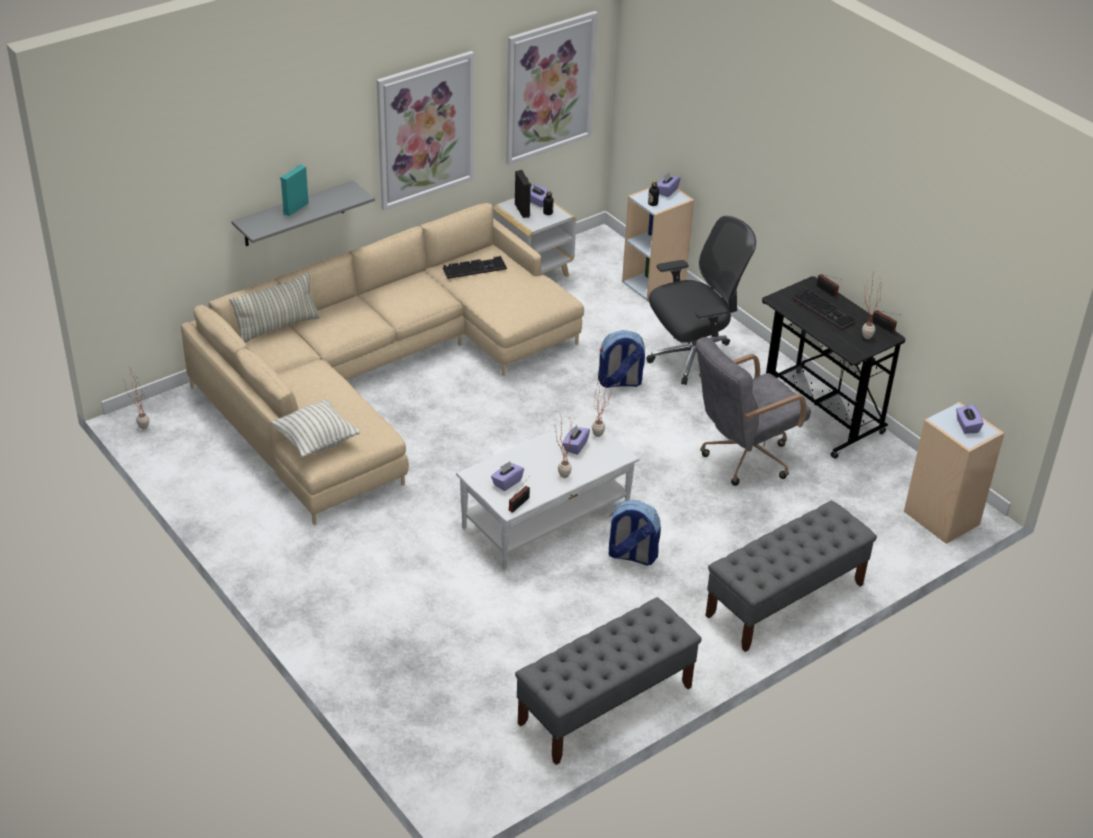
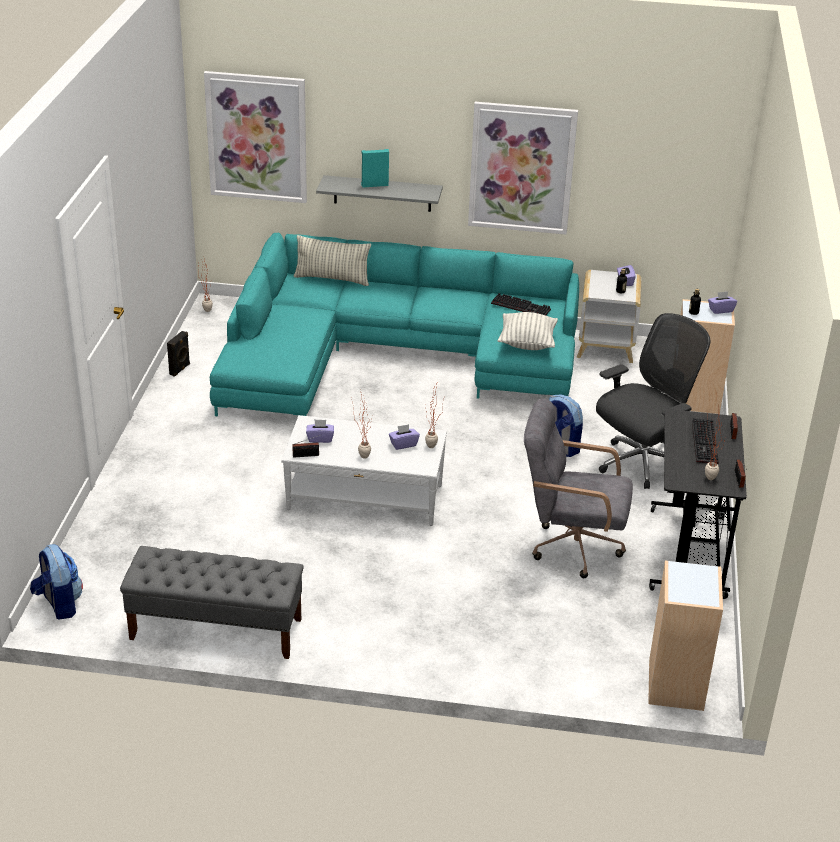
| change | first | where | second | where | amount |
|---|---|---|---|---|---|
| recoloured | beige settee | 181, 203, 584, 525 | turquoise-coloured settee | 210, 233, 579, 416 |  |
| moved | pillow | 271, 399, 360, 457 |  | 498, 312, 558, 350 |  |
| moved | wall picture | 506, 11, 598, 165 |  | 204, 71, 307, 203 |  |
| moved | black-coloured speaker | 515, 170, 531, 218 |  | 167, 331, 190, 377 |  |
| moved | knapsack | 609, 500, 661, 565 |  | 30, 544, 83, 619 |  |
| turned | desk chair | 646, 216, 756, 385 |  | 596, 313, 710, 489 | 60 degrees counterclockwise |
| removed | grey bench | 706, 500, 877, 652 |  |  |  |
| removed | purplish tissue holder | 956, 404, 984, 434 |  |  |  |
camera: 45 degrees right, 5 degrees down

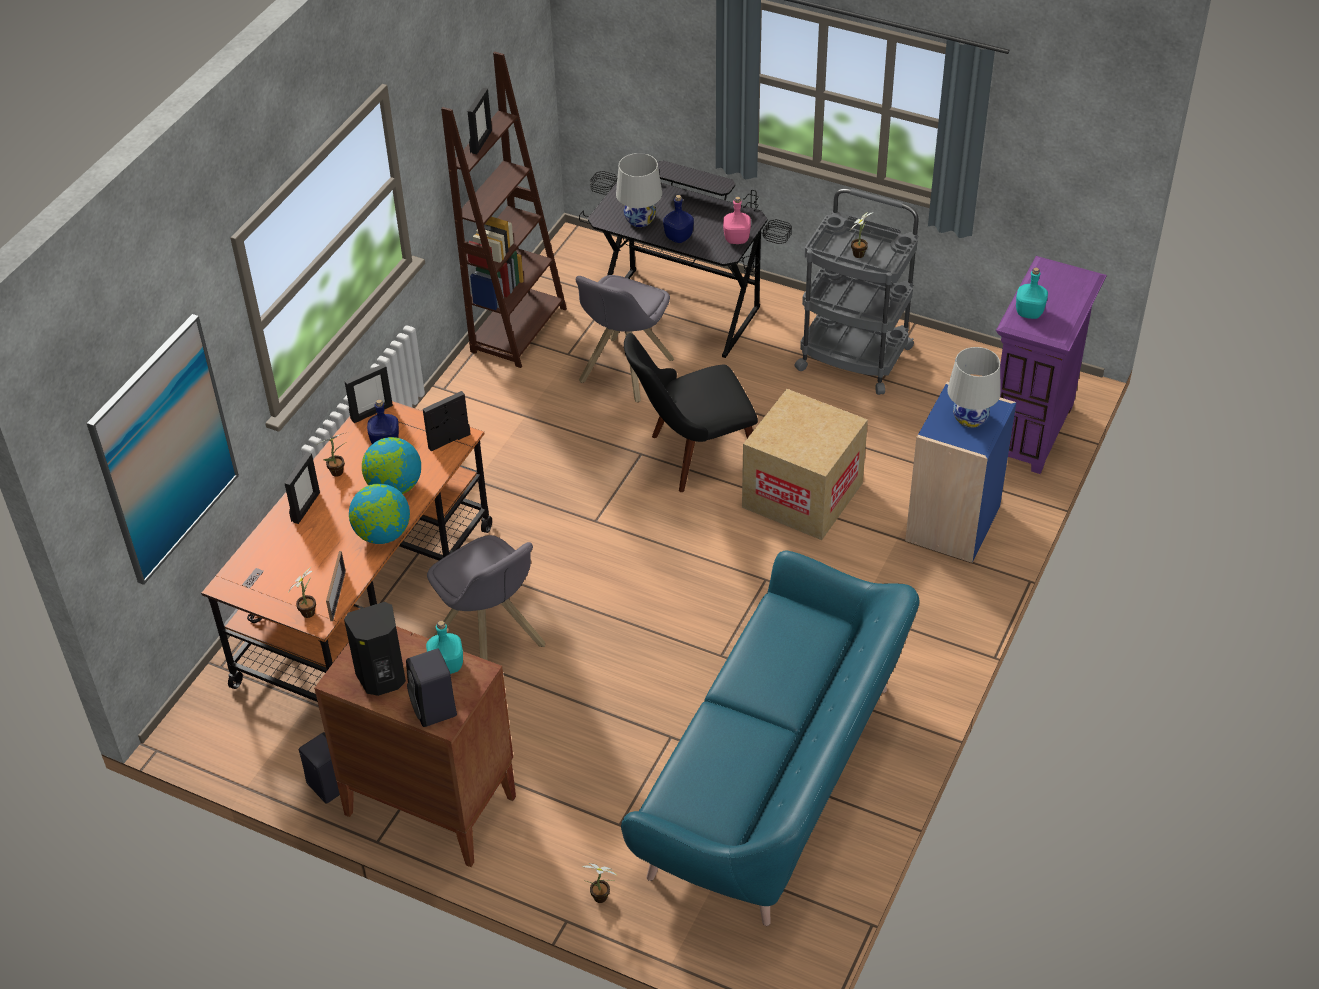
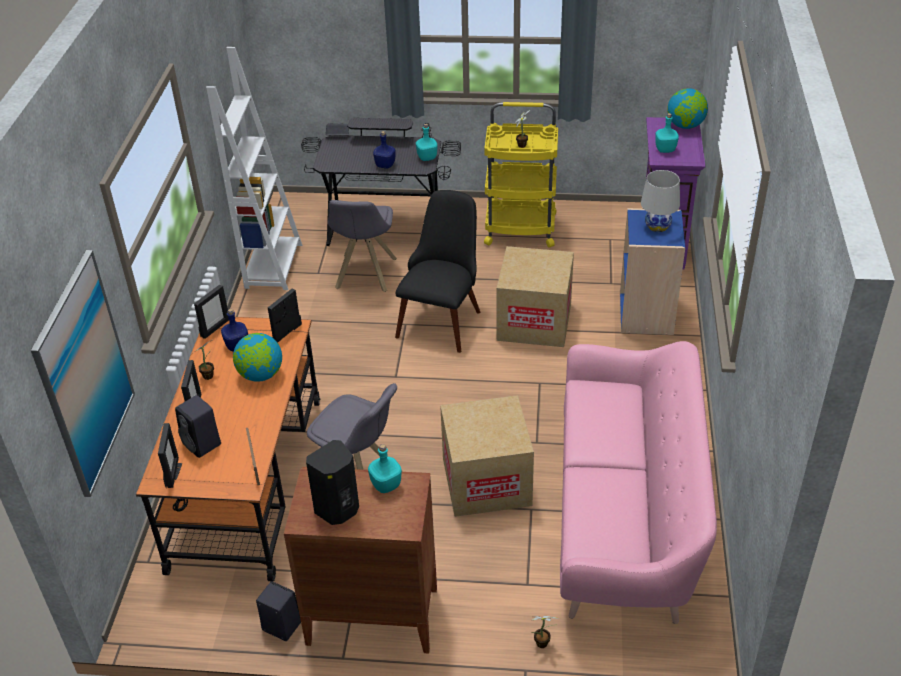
| change | first | where | second | where | amount |
|---|---|---|---|---|---|
| removed | houseplant | 287, 567, 316, 618 |  |  |  |
| moved | globe | 349, 483, 410, 544 |  | 667, 88, 708, 129 |  |
| moved | black-coloured speaker | 406, 649, 457, 727 |  | 175, 395, 221, 458 |  |
| recoloured | brown bookcase | 441, 52, 567, 368 | whitish bookcase | 206, 47, 302, 290 |  |
| moved | standing frame | 467, 88, 492, 154 |  | 158, 423, 179, 488 |  |
| removed | whitish tabletop lamp | 616, 153, 662, 227 |  |  |  |
| recoloured | turquoise-coloured settee | 621, 551, 920, 926 | pinkish settee | 560, 341, 717, 624 |  |
| turned | black-coloured upright chair | 624, 333, 758, 492 |  | 395, 190, 480, 353 | 150 degrees clockwise |
| recoloured | pinkish drink bottle | 723, 196, 751, 244 | turquoise-coloured drink bottle | 416, 124, 438, 161 |  |
| recoloured | grey wheeled cart | 795, 189, 918, 395 | yellow wheeled cart | 484, 102, 558, 248 |  |
| added |  |  | carton | 440, 395, 534, 517 |  |
camera: 20 degrees left, 5 degrees down

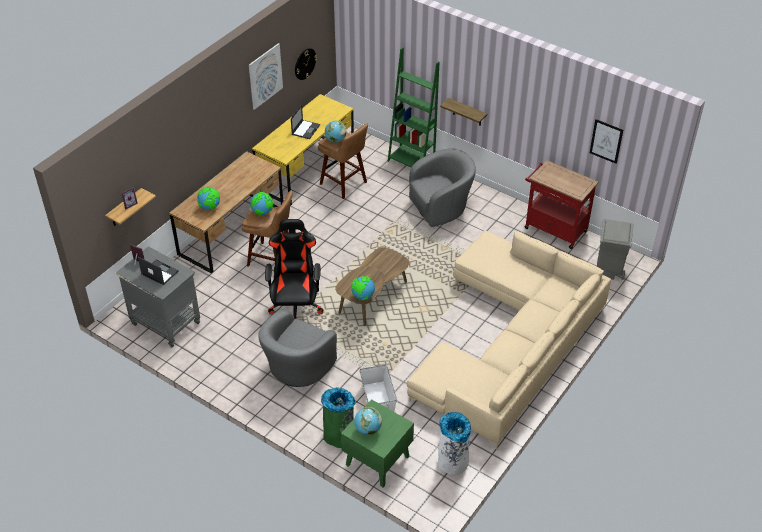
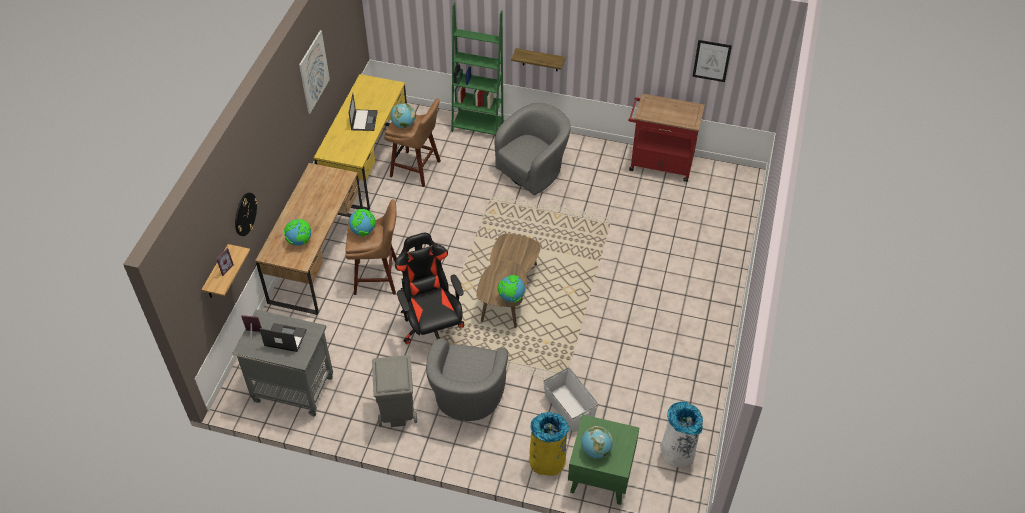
| change | first | where | second | where | amount |
|---|---|---|---|---|---|
| moved | hanging clock | 295, 48, 317, 80 |  | 235, 193, 258, 236 |  |
| recoloured | greenish rubbish bin | 321, 387, 355, 448 | yellow rubbish bin | 529, 412, 570, 476 |  |
| removed | beige settee | 407, 231, 611, 449 |  |  |  |
| moved | grey rubbish bin | 596, 219, 634, 280 |  | 372, 355, 417, 427 |  |
camera: 20 degrees left, 5 degrees up

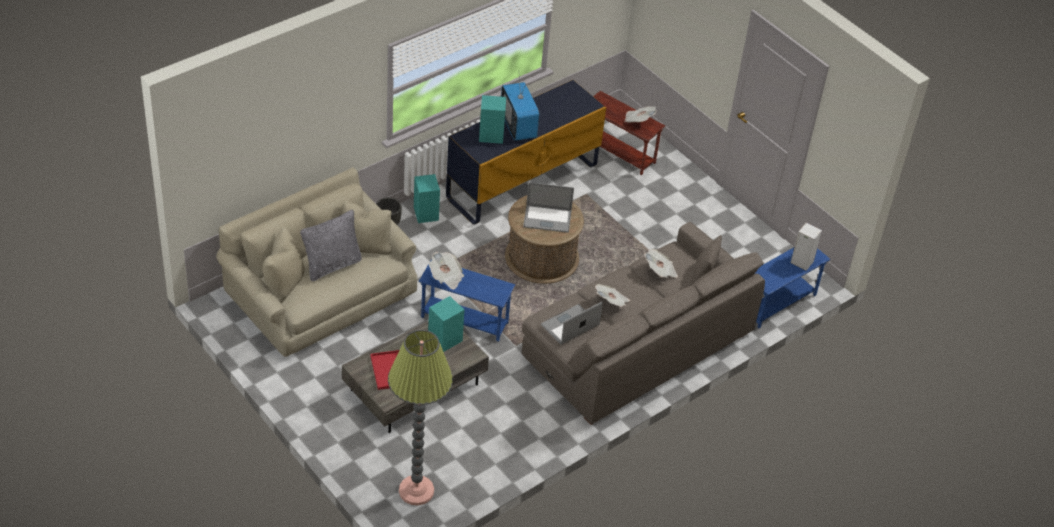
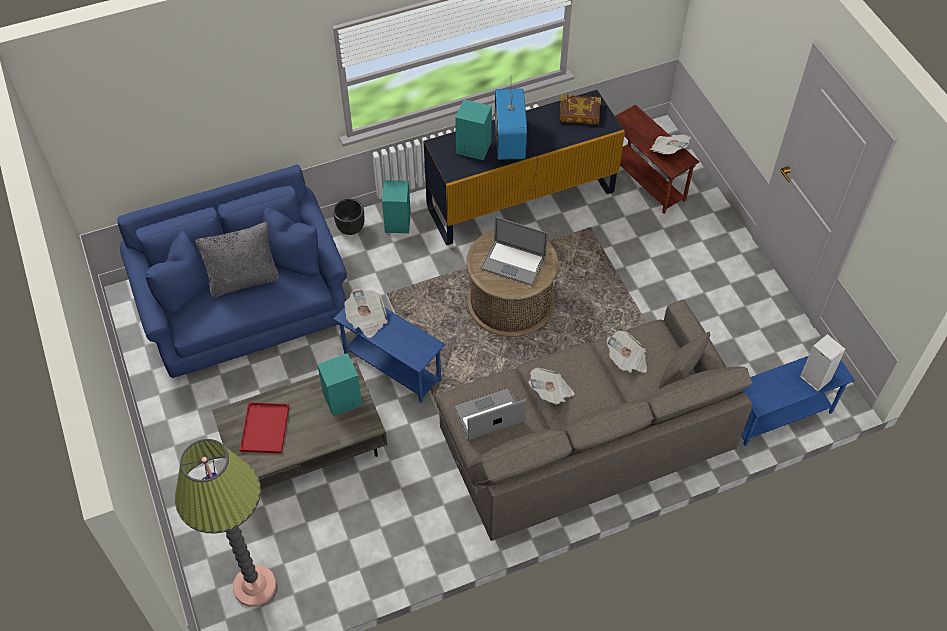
| change | first | where | second | where | amount |
|---|---|---|---|---|---|
| recoloured | beige settee | 216, 167, 417, 357 | bluish settee | 117, 164, 347, 378 |  |
| added |  |  | volume | 559, 95, 601, 125 |  |
camera: 20 degrees right, 10 degrees up

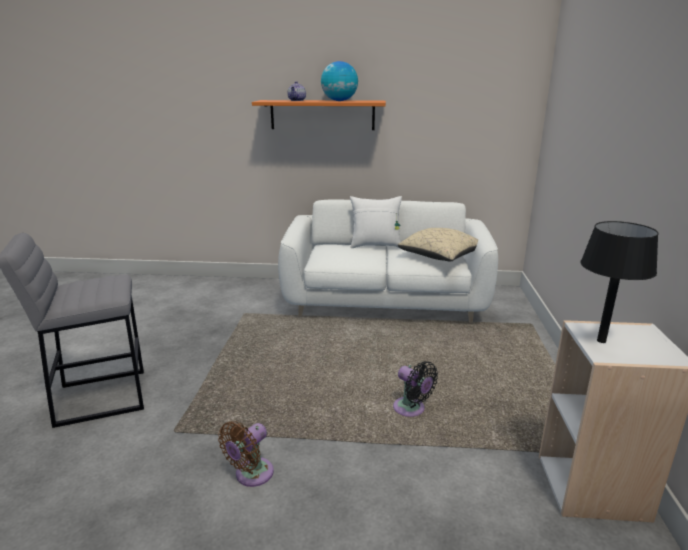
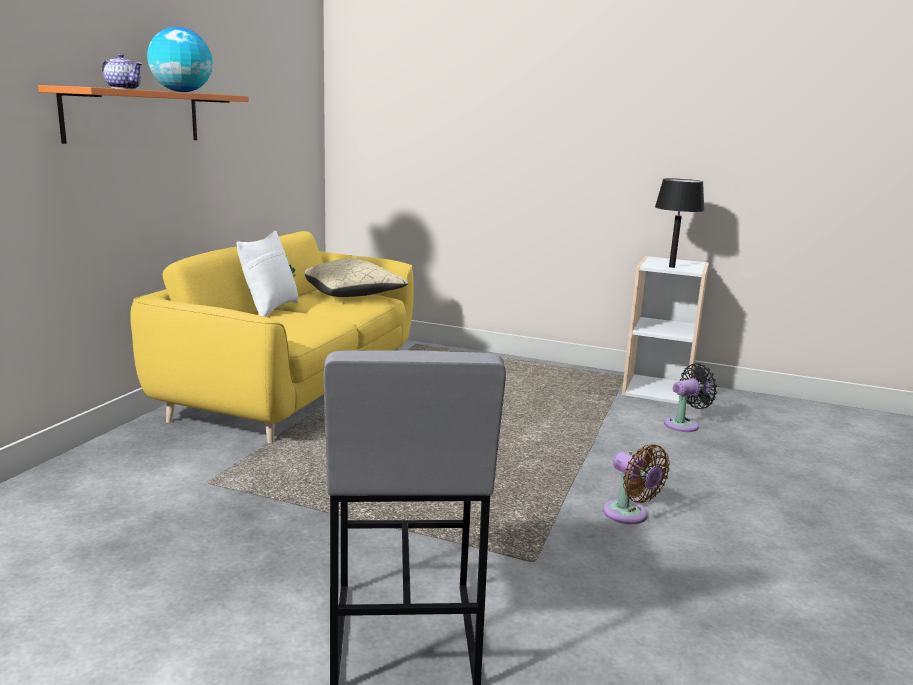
| change | first | where | second | where | amount |
|---|---|---|---|---|---|
| recoloured | whitish settee | 278, 200, 498, 323 | yellow settee | 130, 231, 414, 443 |  |
| moved | black-coloured electric fan | 393, 361, 438, 417 |  | 664, 363, 717, 432 |  |
camera: 75 degrees left, 5 degrees down

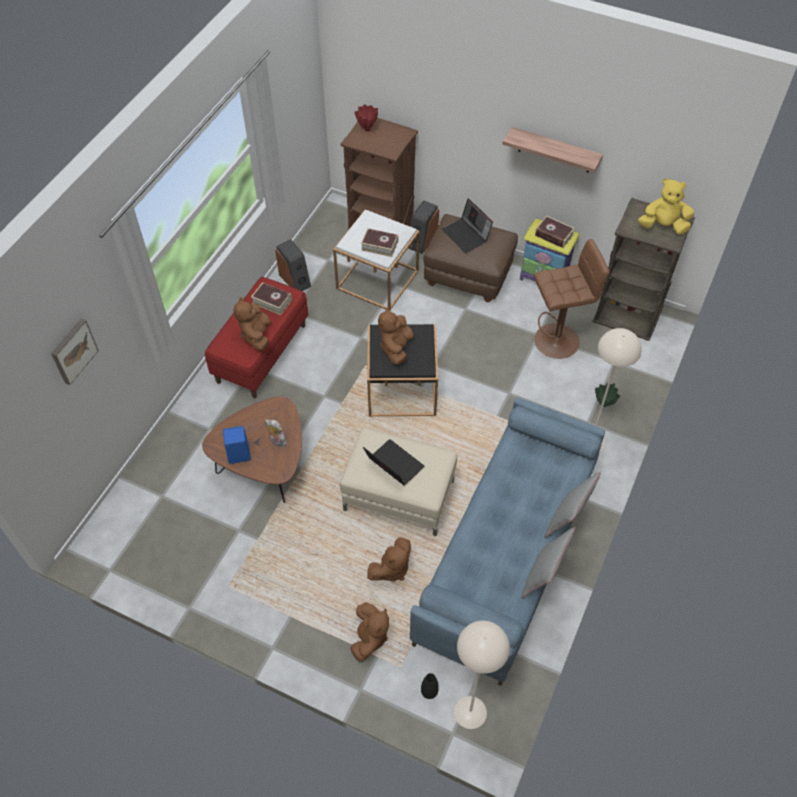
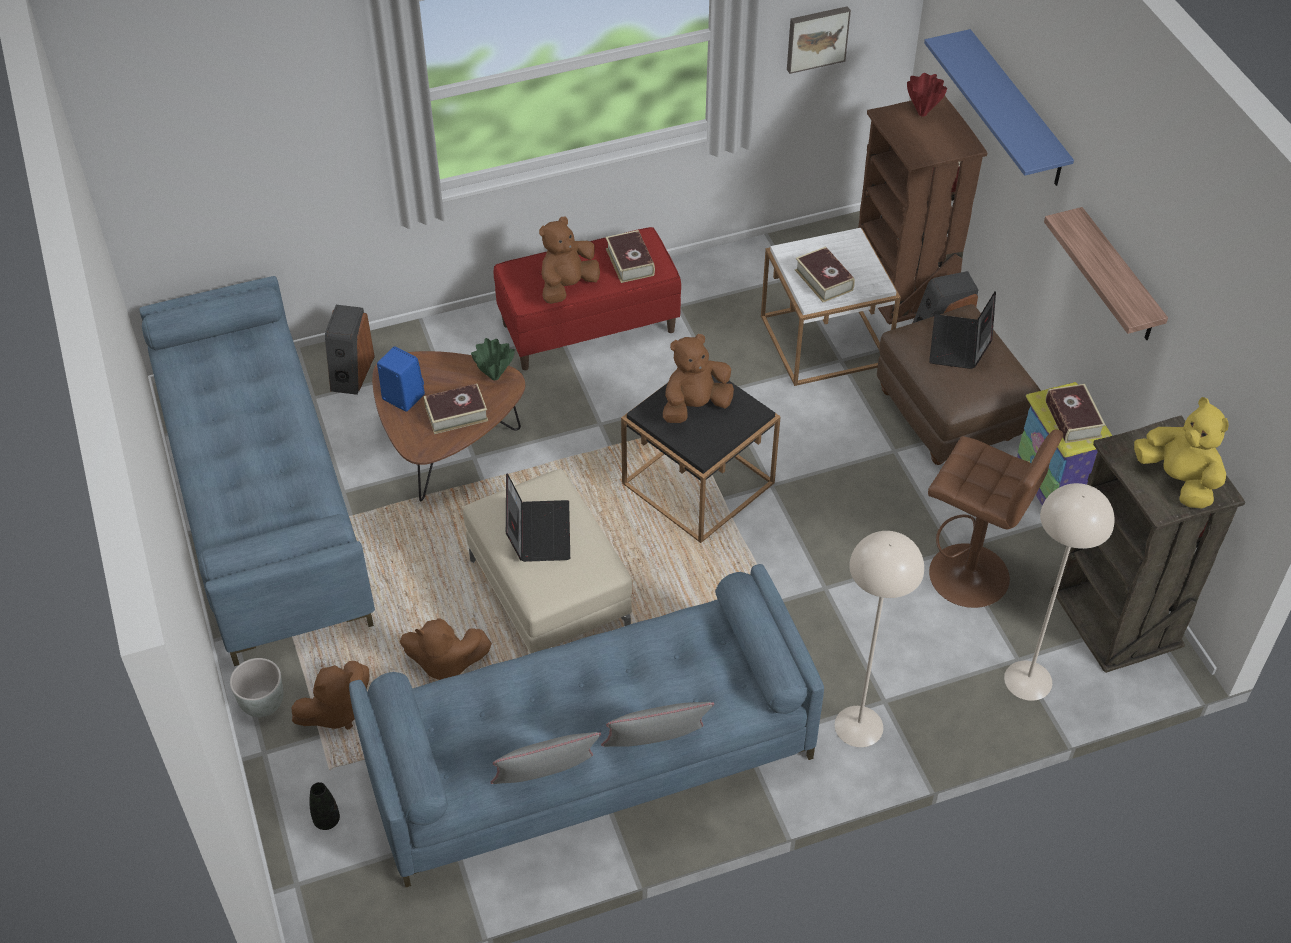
| change | first | where | second | where | amount |
|---|---|---|---|---|---|
| moved | wall picture | 51, 319, 99, 385 |  | 787, 6, 851, 74 |  |
| replaced | cuddly toy | 265, 419, 287, 447 | volume | 424, 384, 488, 434 |  |
| moved | speaker | 275, 239, 311, 291 |  | 325, 305, 375, 395 |  |
| moved | beige floor lamp | 454, 621, 510, 729 |  | 1004, 483, 1115, 701 |  |
| moved | greenish flower vase | 595, 383, 620, 407 |  | 471, 338, 515, 380 |  |
| added |  |  | bluish settee | 139, 276, 375, 666 |  |
| added |  |  | grey plant pot | 230, 658, 284, 717 |  |
| added |  |  | bluish shelf | 924, 29, 1074, 186 |  |
camera: 45 degrees right, 5 degrees down

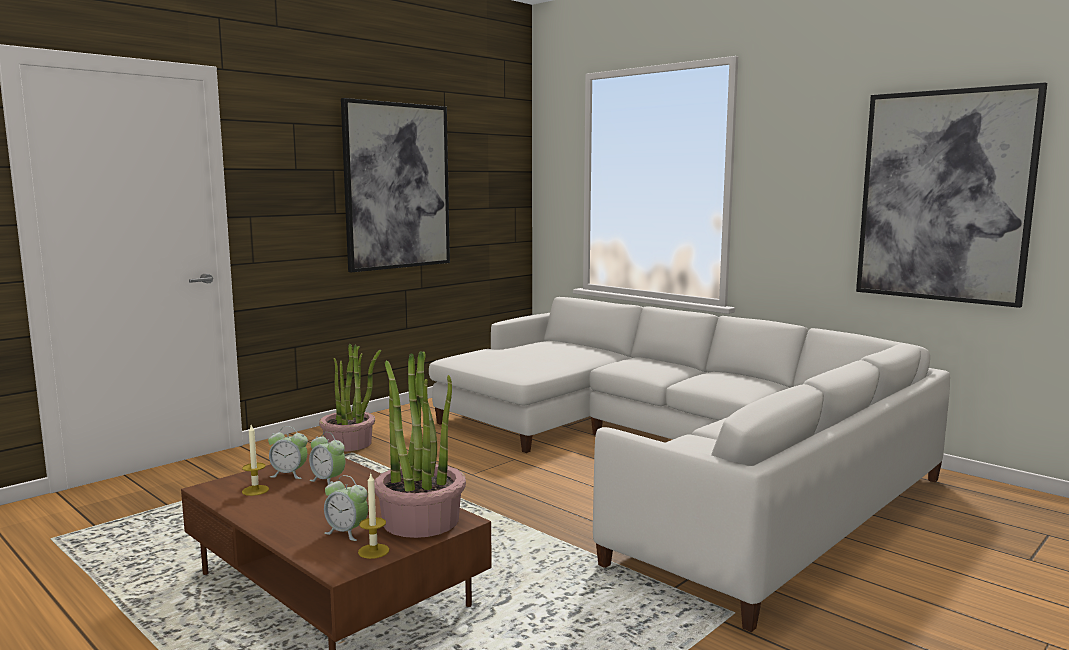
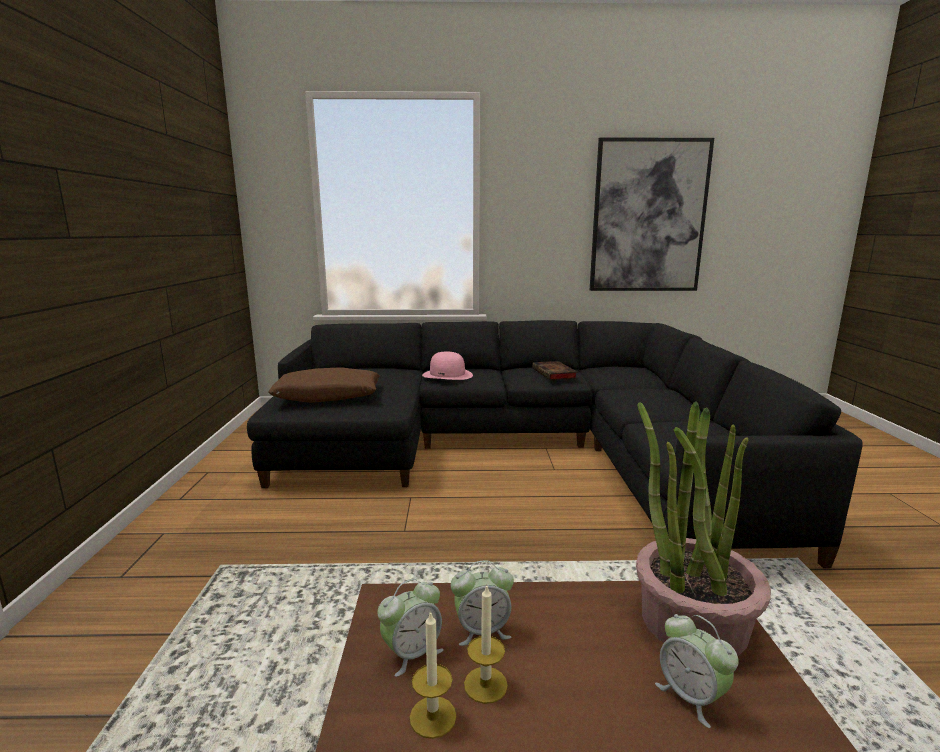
| change | first | where | second | where | amount |
|---|---|---|---|---|---|
| removed | houseplant | 319, 344, 381, 452 |  |  |  |
| turned | table clock | 324, 475, 368, 541 |  | 655, 614, 739, 728 | 75 degrees clockwise |
| removed | wall picture | 341, 98, 450, 272 |  |  |  |
| moved | candle | 358, 474, 389, 559 |  | 464, 585, 508, 704 |  |
| recoloured | whitish settee | 429, 297, 950, 632 | black-coloured settee | 247, 320, 863, 568 |  |
| added |  |  | brown pillow | 268, 367, 379, 403 |  |
| added |  |  | pinkish clothing hat | 422, 352, 473, 380 |  |
| added |  |  | volume | 532, 361, 578, 380 |  |
camera: 45 degrees left, 5 degrees up

